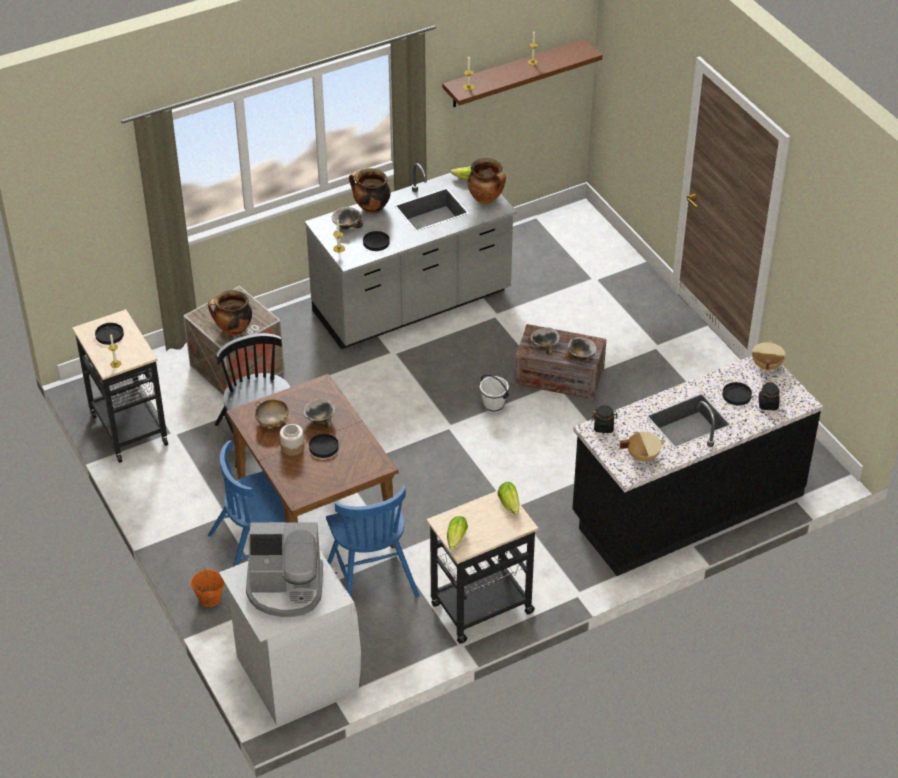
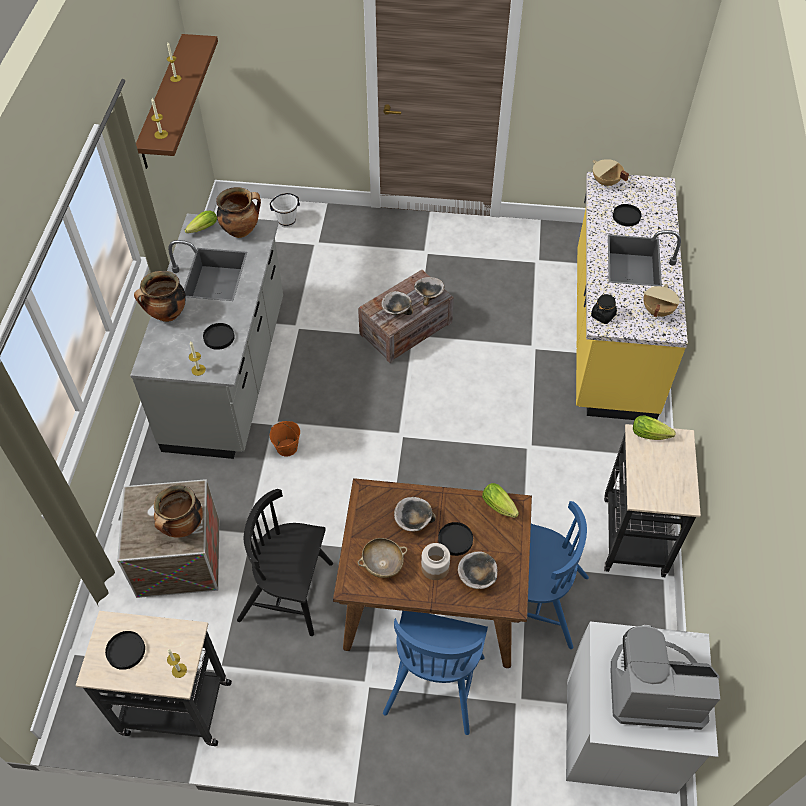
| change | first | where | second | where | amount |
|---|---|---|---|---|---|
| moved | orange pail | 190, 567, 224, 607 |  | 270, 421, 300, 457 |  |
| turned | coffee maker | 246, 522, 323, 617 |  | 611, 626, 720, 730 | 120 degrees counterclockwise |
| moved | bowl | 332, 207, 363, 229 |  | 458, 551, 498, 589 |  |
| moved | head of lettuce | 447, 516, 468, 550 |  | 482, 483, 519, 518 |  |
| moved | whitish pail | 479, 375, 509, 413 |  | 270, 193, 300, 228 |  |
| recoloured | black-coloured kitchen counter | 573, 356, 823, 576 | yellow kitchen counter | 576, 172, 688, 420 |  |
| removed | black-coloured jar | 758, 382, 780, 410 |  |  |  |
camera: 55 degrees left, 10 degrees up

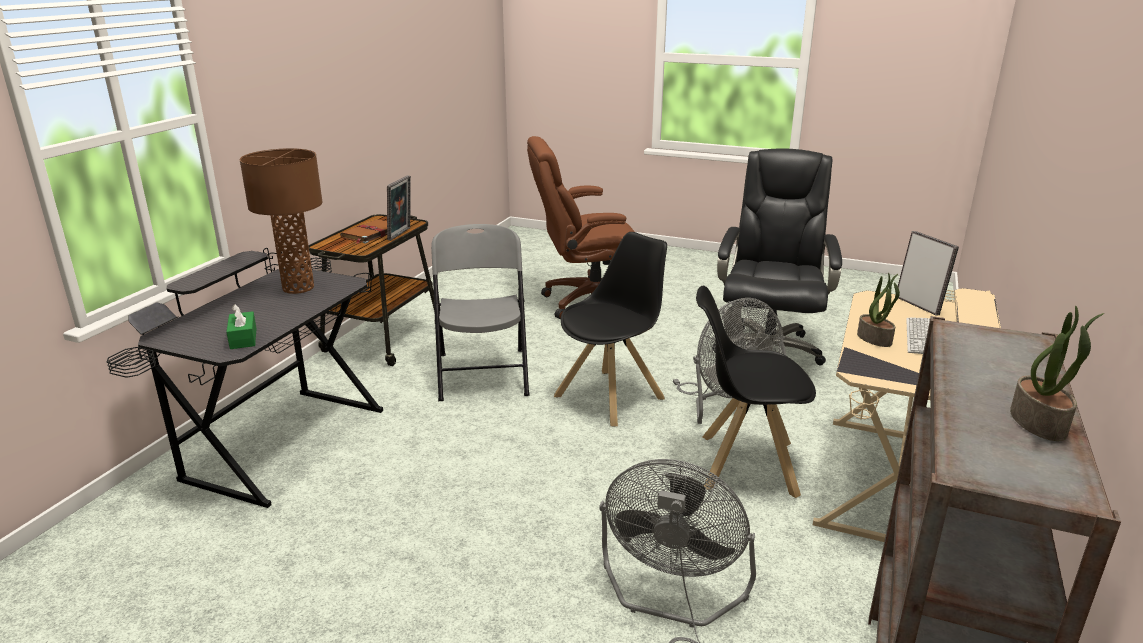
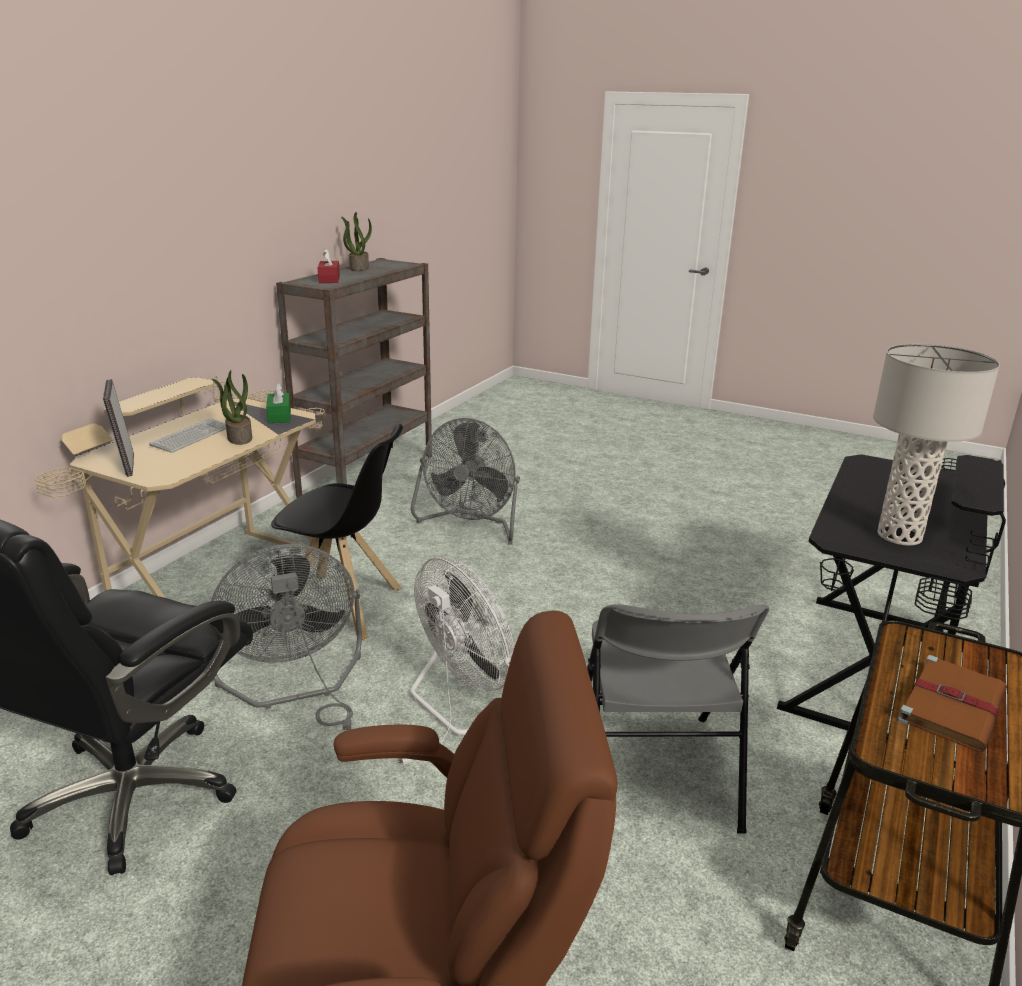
| change | first | where | second | where | amount |
|---|---|---|---|---|---|
| moved | greenish tissue holder | 226, 304, 257, 349 |  | 266, 383, 291, 423 |  |
| recoloured | brown tabletop lamp | 240, 148, 322, 294 | whitish tabletop lamp | 873, 344, 1000, 545 |  |
| removed | standing frame | 387, 175, 411, 241 |  |  |  |
| replaced | black-coloured upright chair | 554, 232, 667, 427 | whitish electric fan | 399, 557, 514, 765 |  |
| added |  |  | red-coloured tissue holder | 317, 249, 340, 283 |  |
camera: 175 degrees left, 0 degrees up

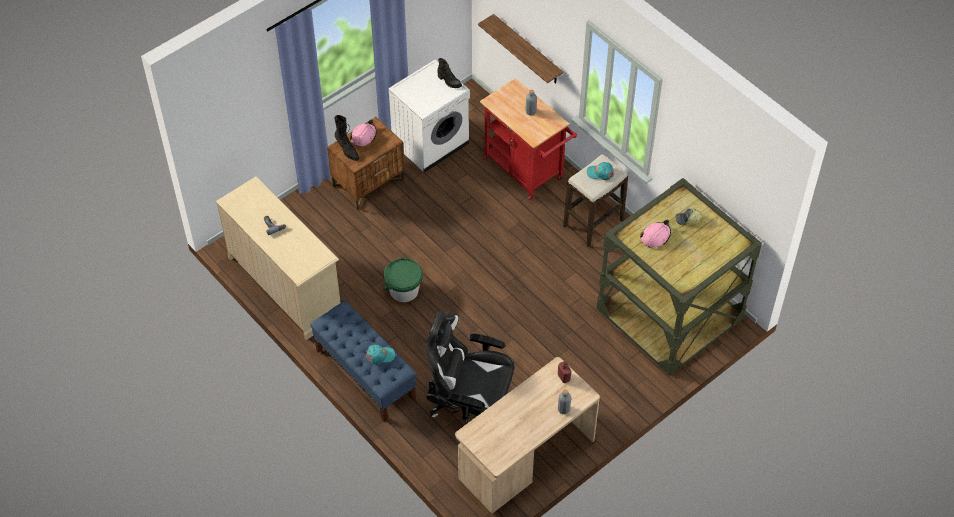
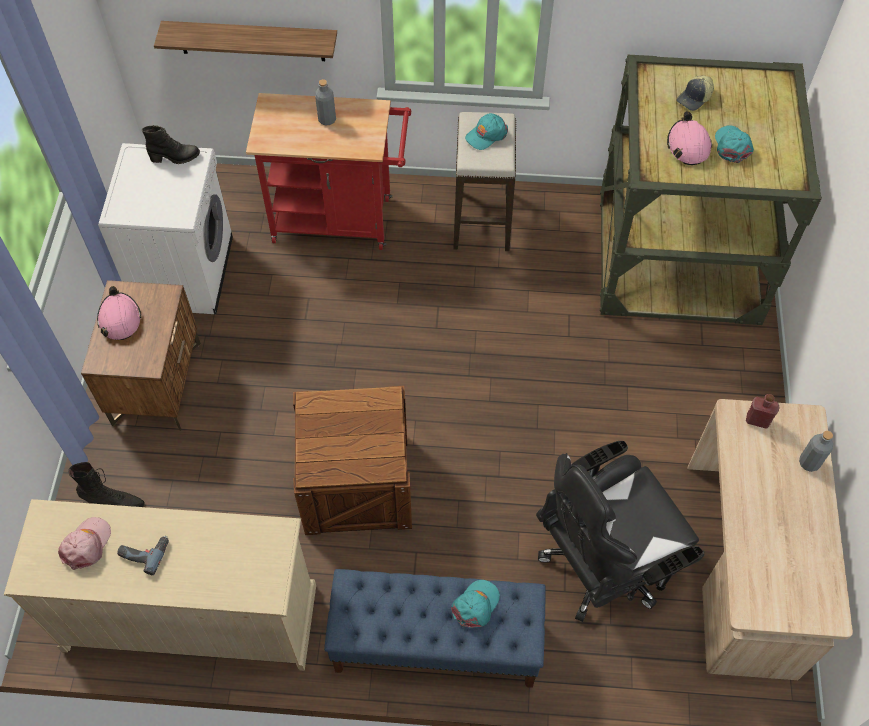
| change | first | where | second | where | amount |
|---|---|---|---|---|---|
| moved | black-coloured high-top boot | 334, 115, 359, 161 |  | 68, 462, 145, 507 |  |
| replaced | greenish pail | 384, 258, 423, 302 | crate | 293, 386, 412, 535 |  |
| added |  |  | pinkish peaked cap | 58, 517, 111, 570 |  |
| added |  |  | turquoise-coloured peaked cap | 715, 125, 754, 163 |  |
camera: 45 degrees left, 5 degrees up

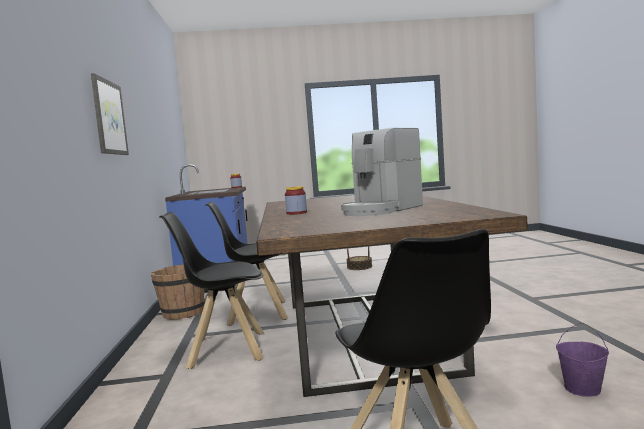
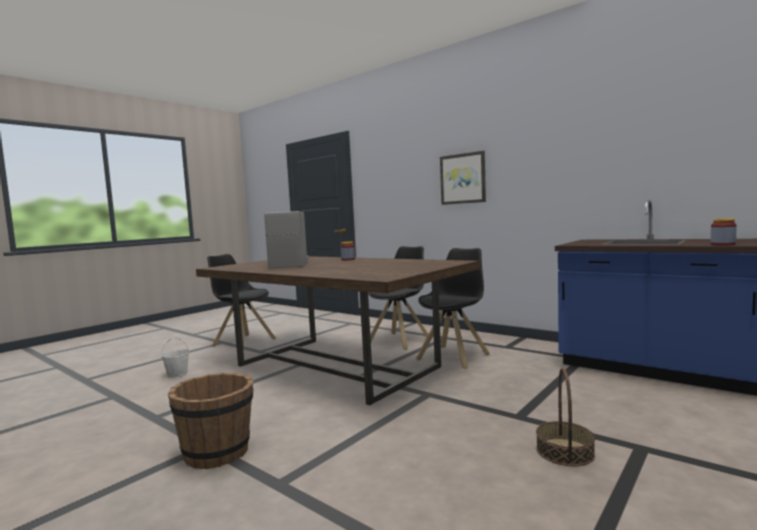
| change | first | where | second | where | amount |
|---|---|---|---|---|---|
| moved | brown pail | 151, 264, 205, 320 |  | 168, 373, 254, 469 |  |
| recoloured | purplish pail | 556, 323, 609, 397 | whitish pail | 161, 337, 189, 378 |  |
camera: 135 degrees right, 0 degrees up

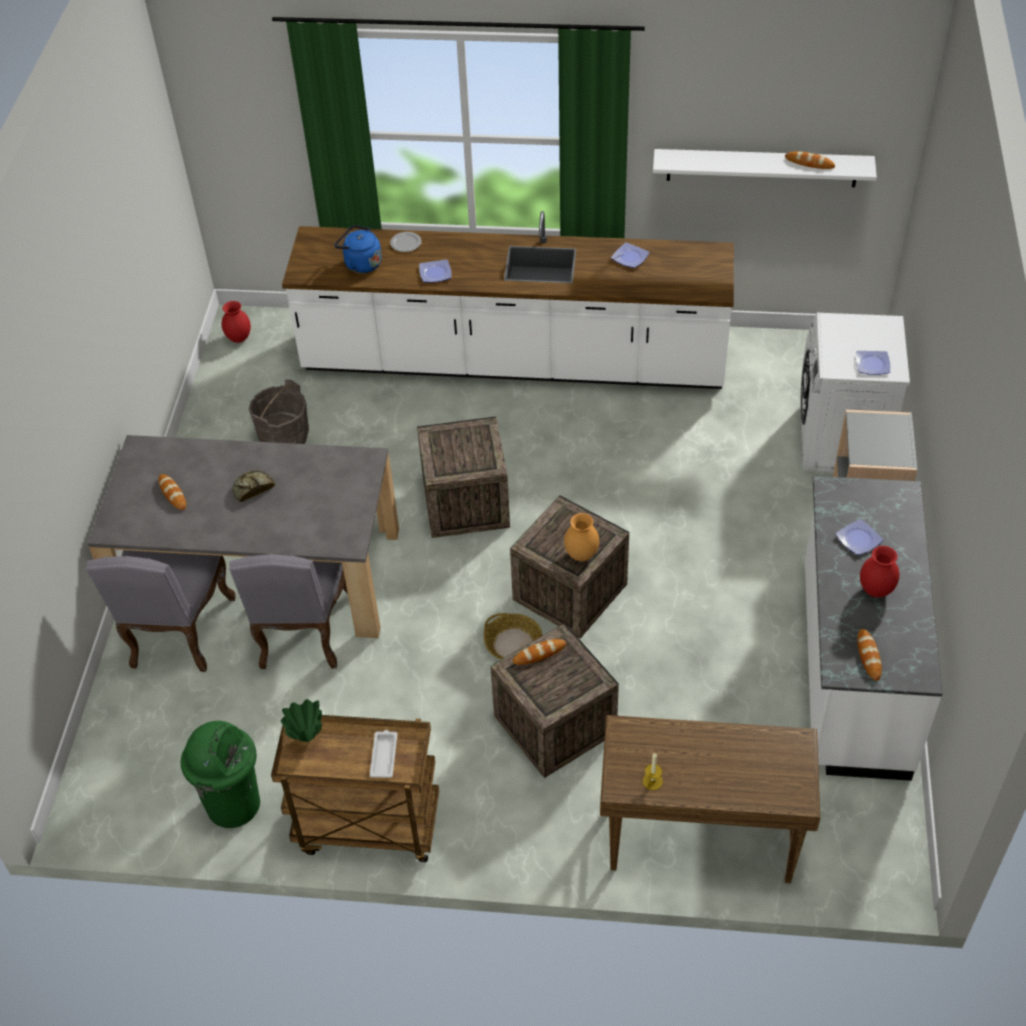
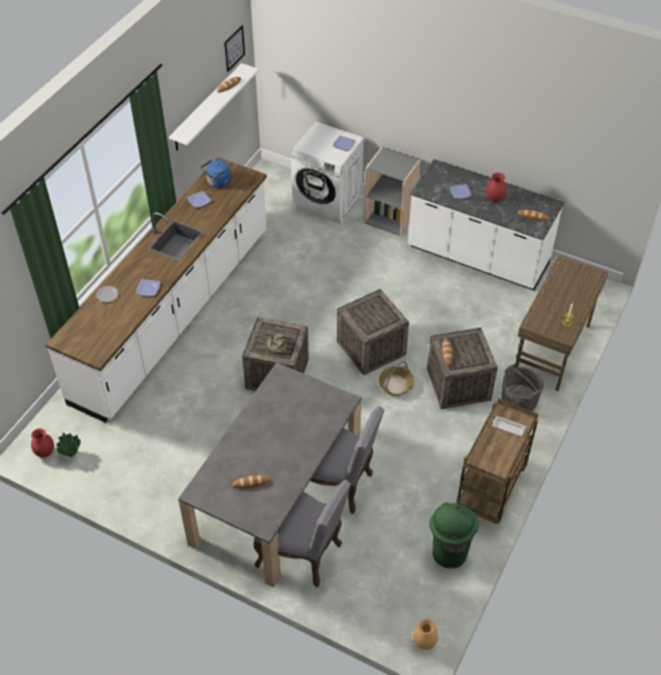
| change | first | where | second | where | amount |
|---|---|---|---|---|---|
| moved | baked bread | 233, 470, 275, 502 |  | 266, 333, 287, 355 |  |
| moved | grey pail | 249, 379, 309, 444 |  | 501, 364, 544, 411 |  |
| moved | greenish flower vase | 281, 699, 322, 742 |  | 56, 433, 80, 457 |  |
| moved | bluish kettle | 334, 225, 382, 273 |  | 201, 160, 231, 188 |  |
| moved | brown flower vase | 564, 513, 599, 561 |  | 413, 619, 438, 650 |  |
| added |  |  | wall picture | 224, 25, 245, 72 |  |
camera: 70 degrees left, 0 degrees up

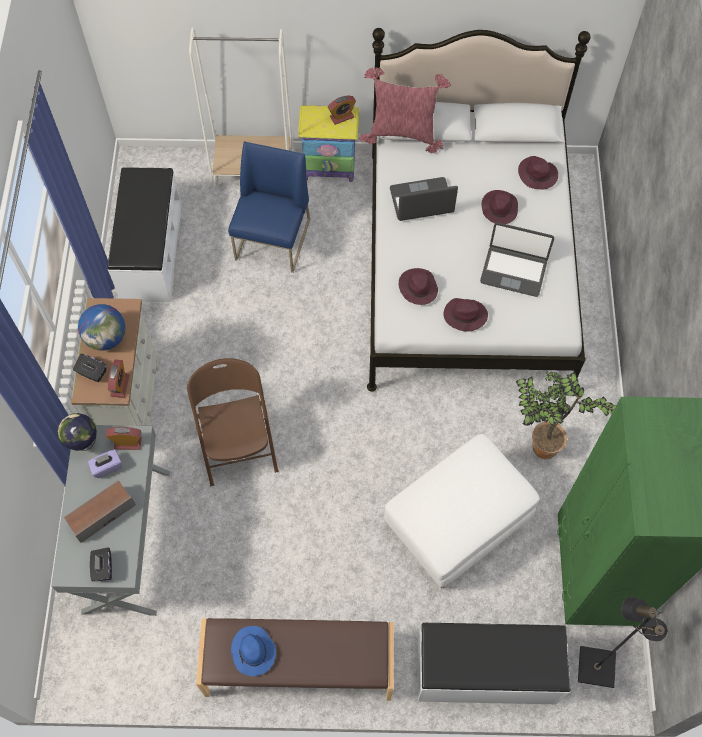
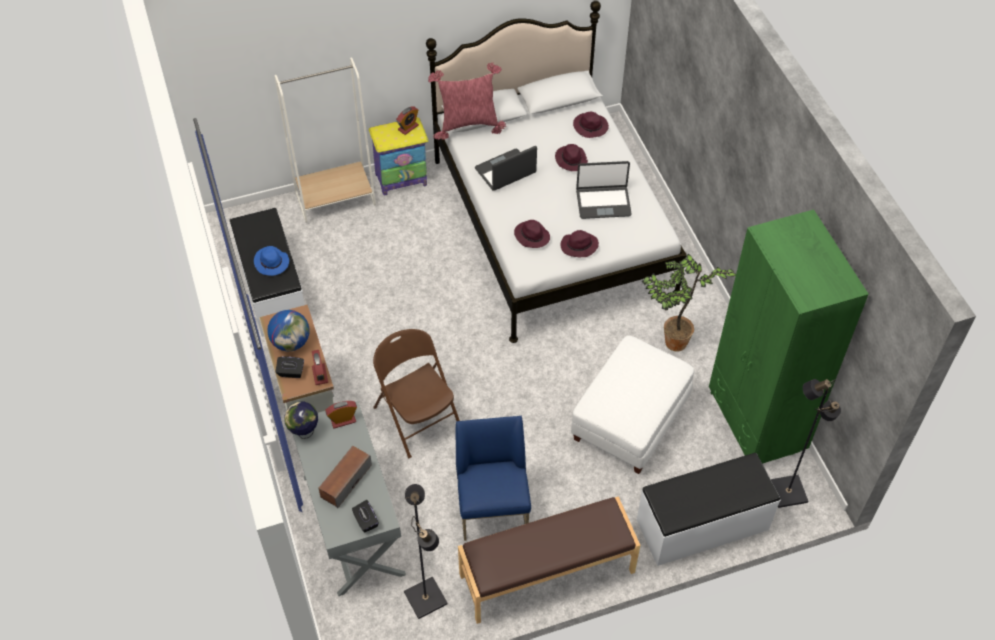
| change | first | where | second | where | amount |
|---|---|---|---|---|---|
| removed | purplish tissue holder | 88, 449, 122, 478 |  |  |  |
| moved | bluish upright chair | 228, 141, 310, 273 |  | 456, 416, 531, 541 |  |
| moved | bluish clothing hat | 231, 626, 276, 676 |  | 254, 246, 289, 276 |  |
| added |  |  | black-coloured floor lamp | 404, 484, 448, 619 |  |
camera: 20 degrees left, 10 degrees down

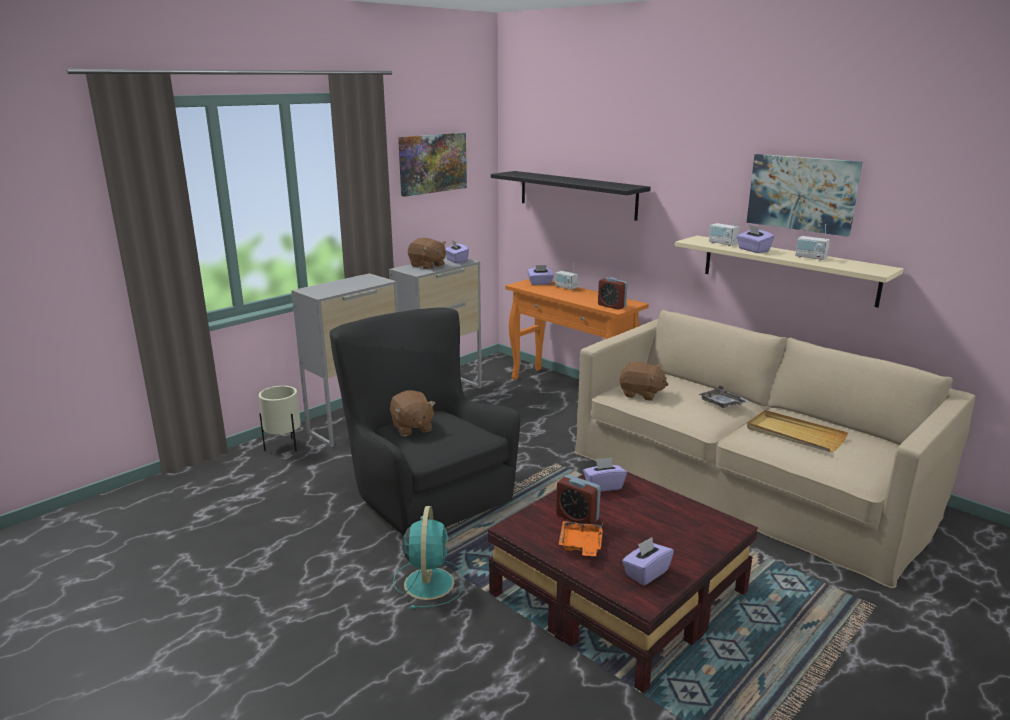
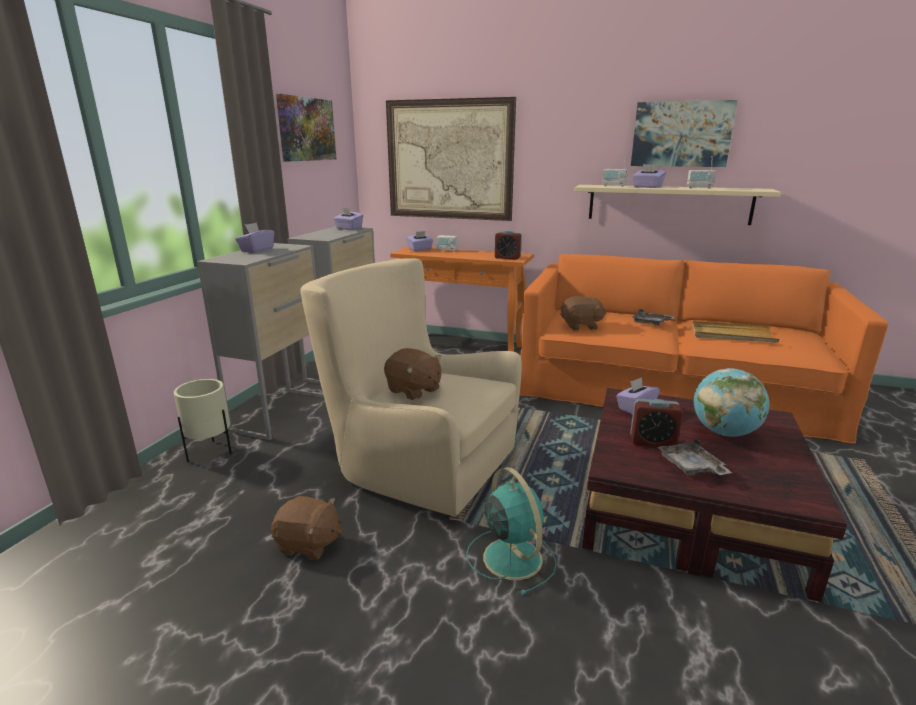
| change | first | where | second | where | amount |
|---|---|---|---|---|---|
| recoloured | black-coloured easy chair | 330, 307, 520, 536 | beige easy chair | 301, 258, 522, 516 |  |
| moved | brown cuddly toy | 408, 238, 446, 270 |  | 271, 496, 342, 560 |  |
| replaced | black-coloured shelf | 491, 171, 651, 221 | wall picture | 386, 97, 516, 221 |  |
| recoloured | orange serving tray | 559, 521, 603, 556 | grey serving tray | 658, 438, 732, 476 |  |
| recoloured | beige settee | 575, 310, 975, 588 | orange settee | 520, 254, 888, 444 |  |
| moved | purplish tissue holder | 622, 537, 674, 586 |  | 235, 222, 274, 253 |  |
| added |  |  | globe | 693, 368, 769, 437 |  |
camera: 25 degrees left, 0 degrees up

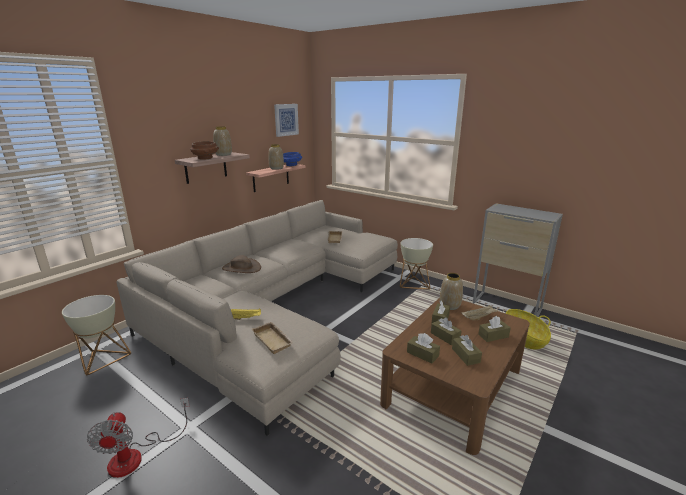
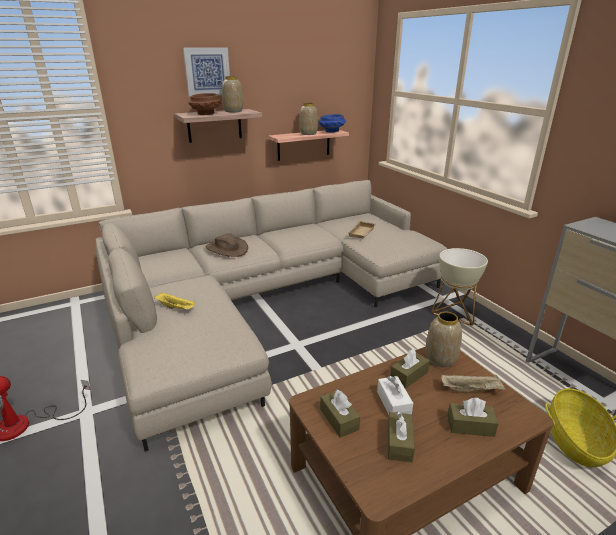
| change | first | where | second | where | amount |
|---|---|---|---|---|---|
| removed | plant pot | 62, 295, 131, 375 |  |  |  |
| removed | beige serving tray | 252, 322, 294, 354 |  |  |  |
| moved | wall picture | 274, 104, 299, 137 |  | 183, 48, 230, 97 |  |
| recoloured | brown tissue holder | 431, 317, 462, 345 | whitish tissue holder | 377, 376, 413, 414 |  |
camera: 25 degrees right, 5 degrees up

